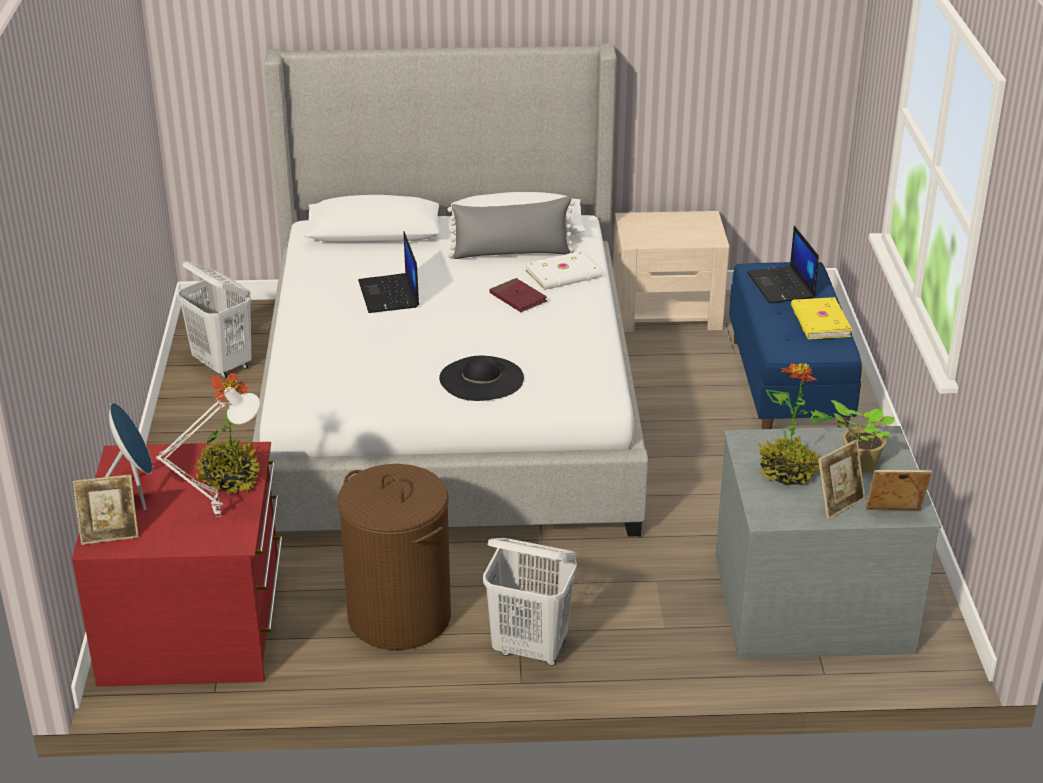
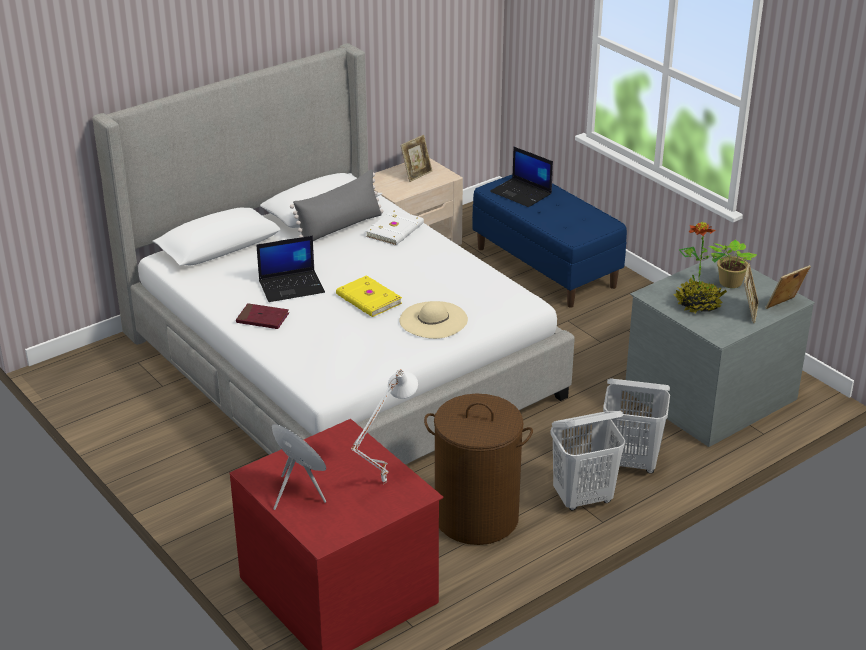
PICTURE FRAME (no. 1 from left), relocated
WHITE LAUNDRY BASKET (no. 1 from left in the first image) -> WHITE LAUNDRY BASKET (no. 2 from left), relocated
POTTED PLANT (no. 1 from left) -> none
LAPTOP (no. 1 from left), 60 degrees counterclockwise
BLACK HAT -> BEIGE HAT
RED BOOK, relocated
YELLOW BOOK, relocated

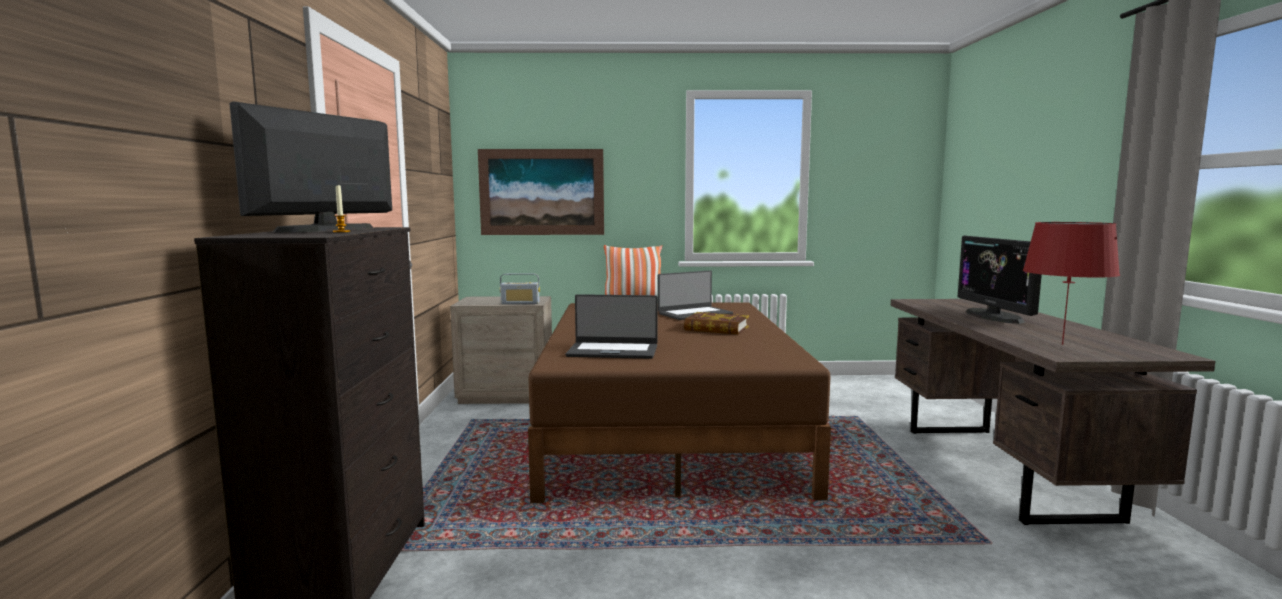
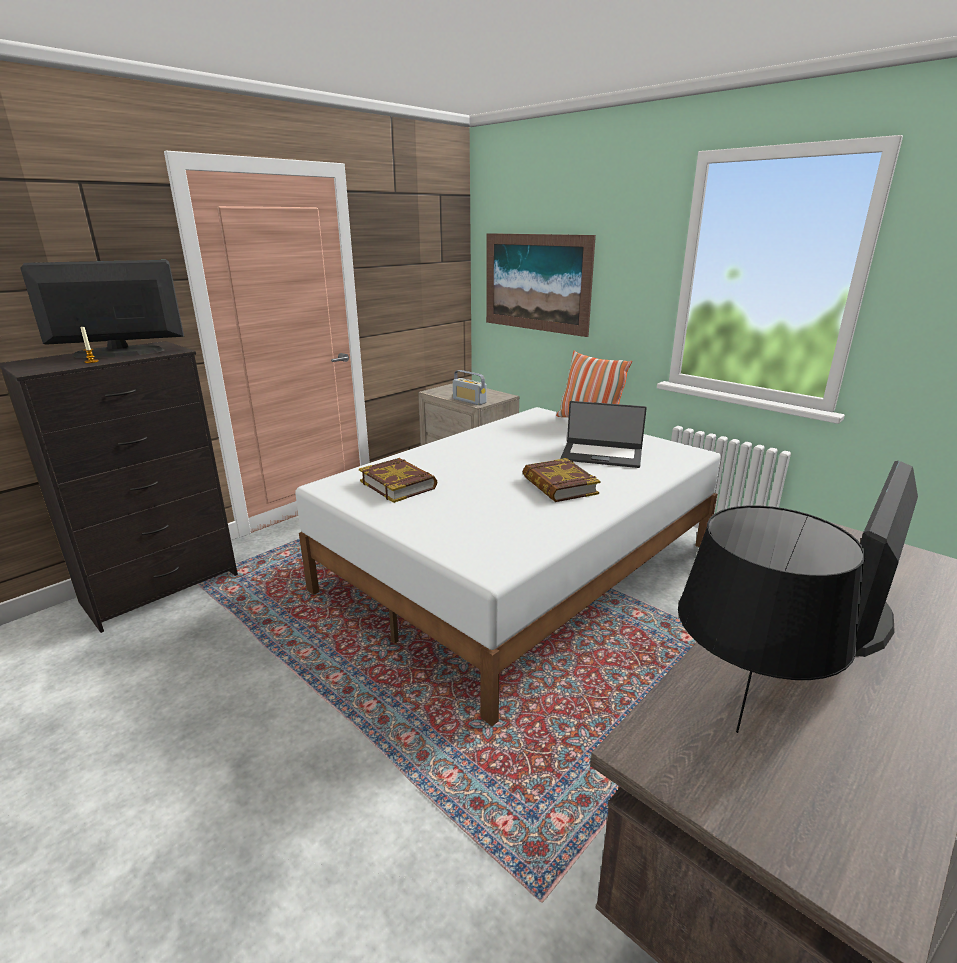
BROWN BED -> WHITE BED
LAPTOP (no. 1 from left) -> BOOK (no. 1 from left)
RED TABLE LAMP -> BLACK TABLE LAMP

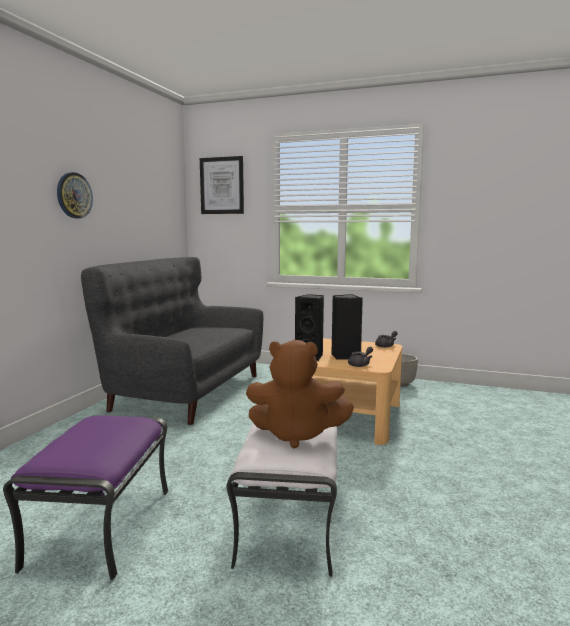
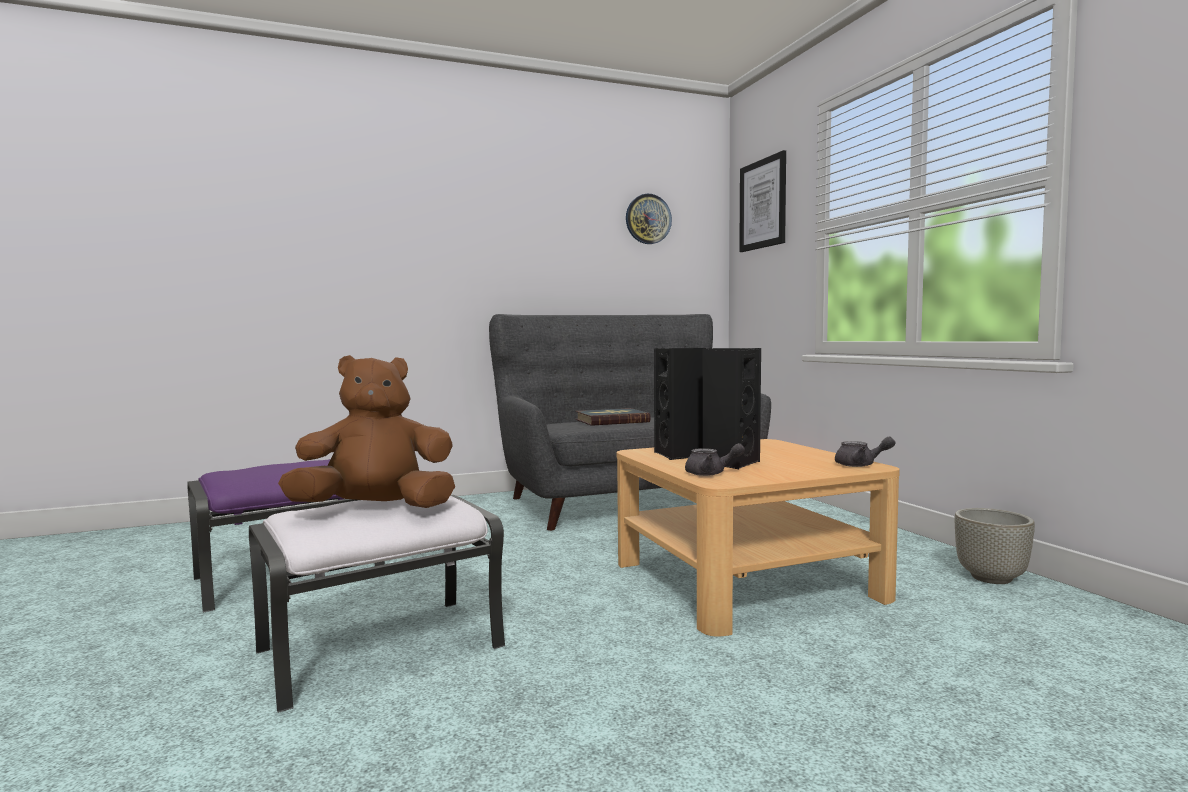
WALL CLOCK, relocated
BROWN PLUSH TOY, 105 degrees clockwise
none -> BOOK

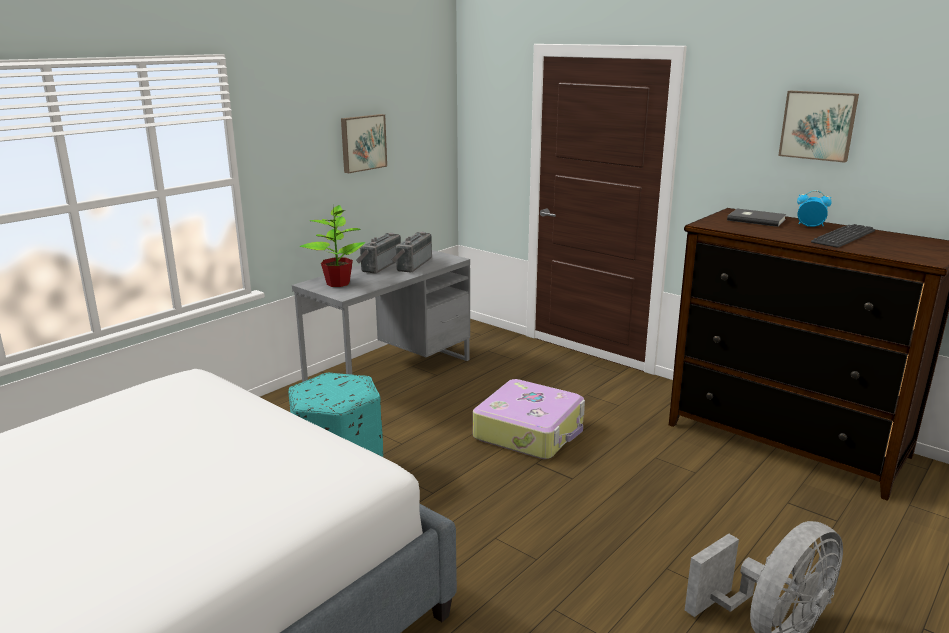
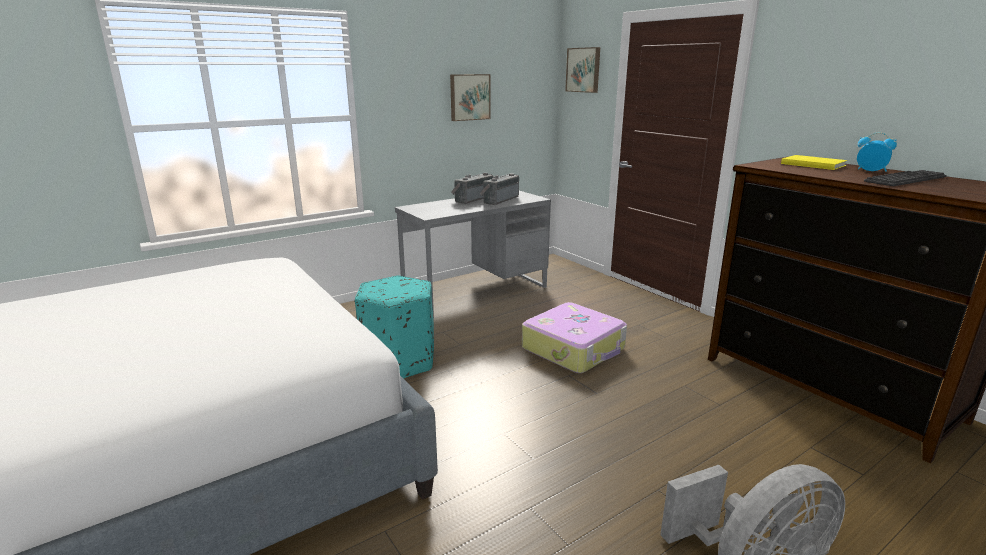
POTTED PLANT -> none
GREY BOOK -> YELLOW BOOK
PICTURE (no. 2 from left), relocated

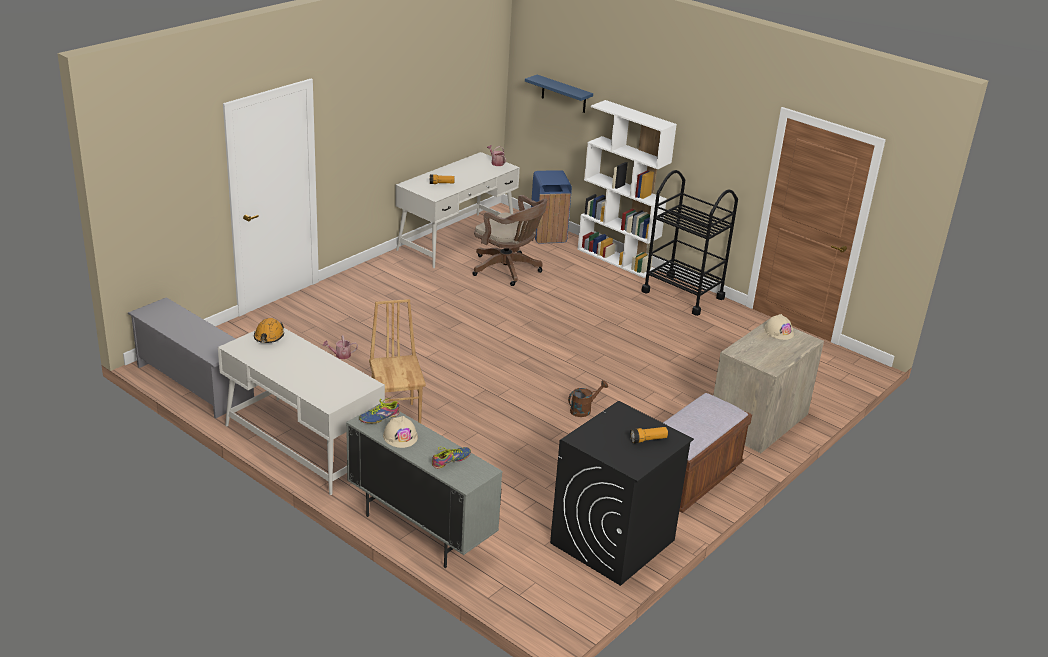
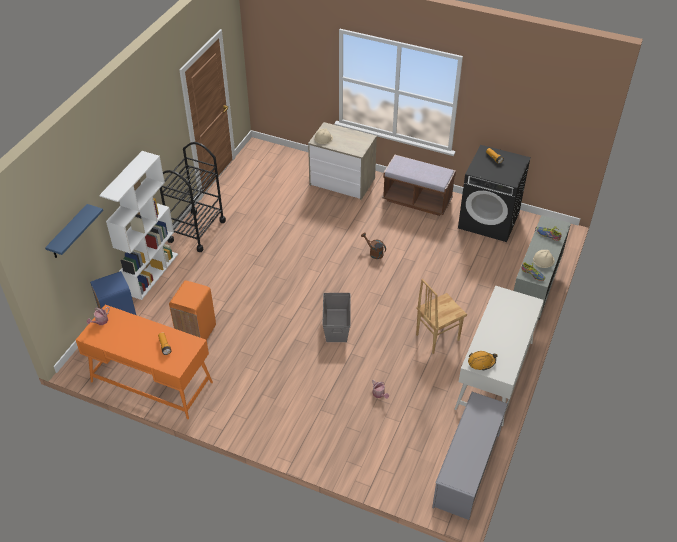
WHITE DESK (no. 2 from left) -> ORANGE DESK
BROWN OFFICE CHAIR -> ORANGE TRASH CAN
none -> GREY STORAGE BOX

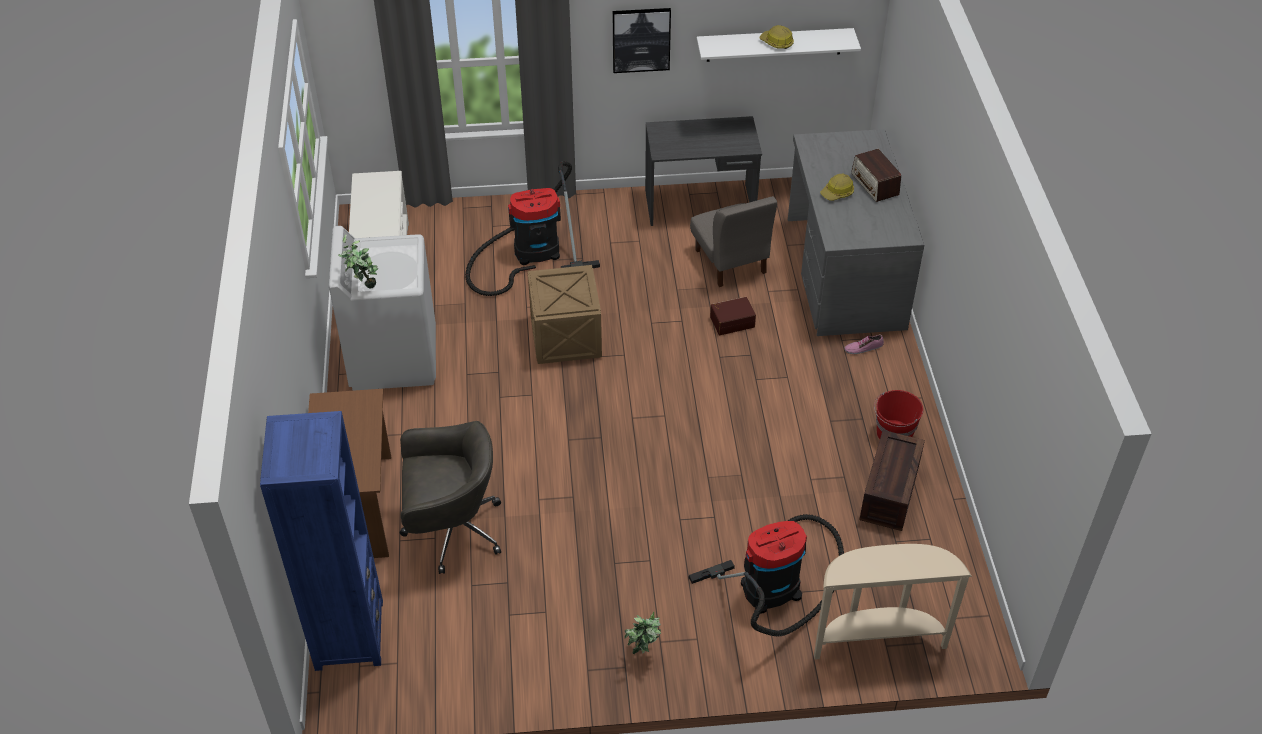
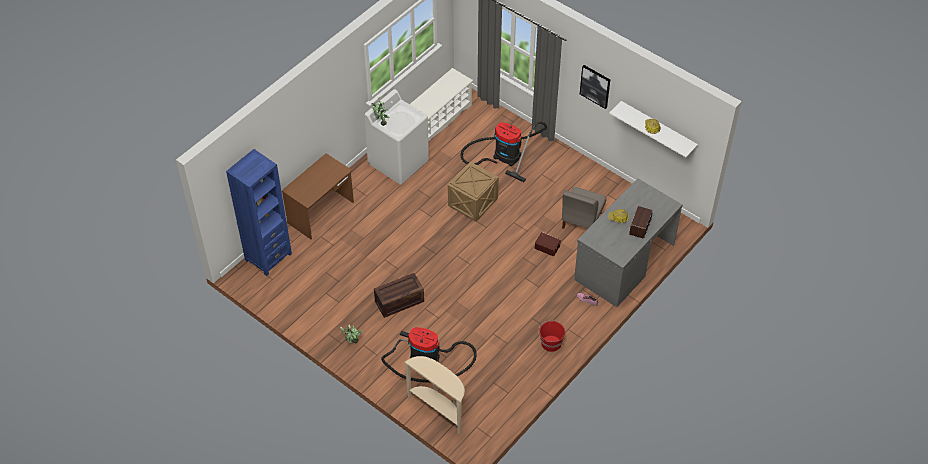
GREY OFFICE CHAIR -> none
GREY DESK (no. 1 from left) -> none
CRATE (no. 2 from left in the first image) -> CRATE (no. 1 from left), relocated

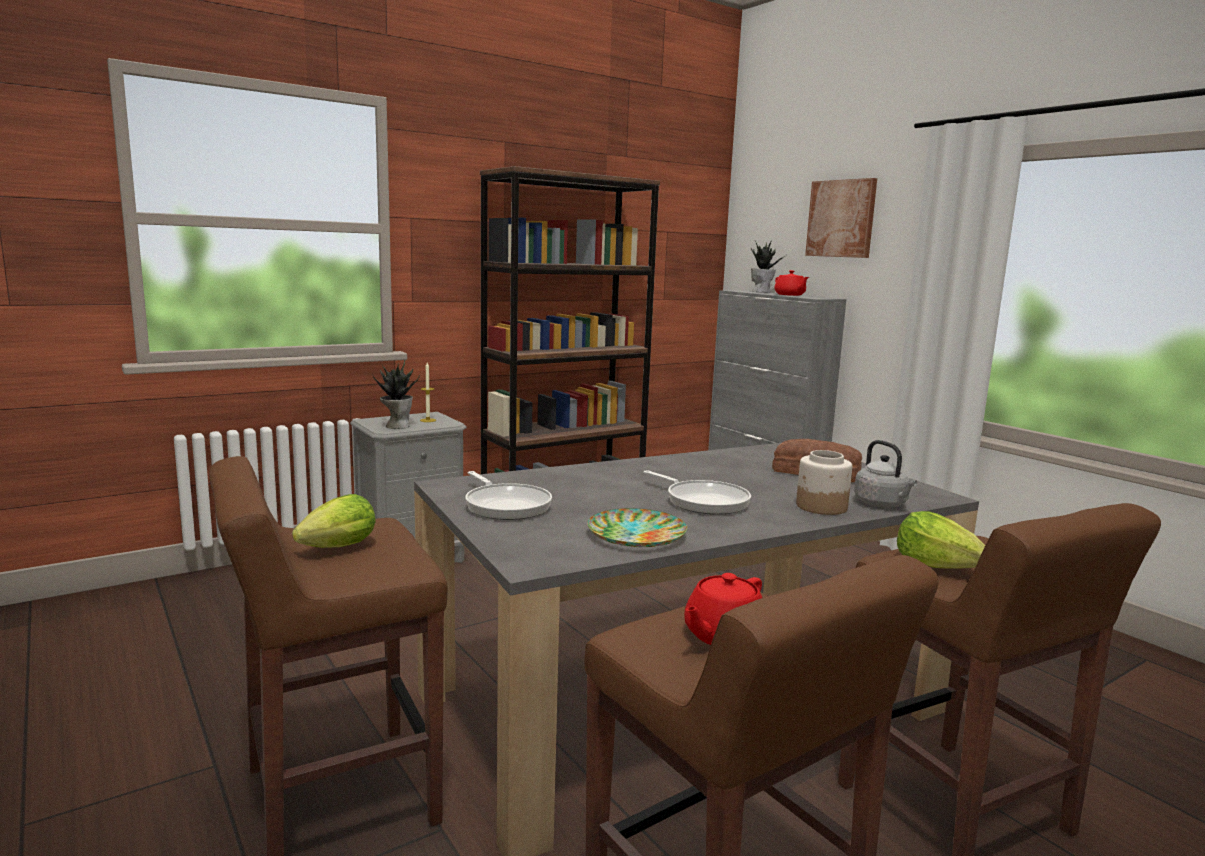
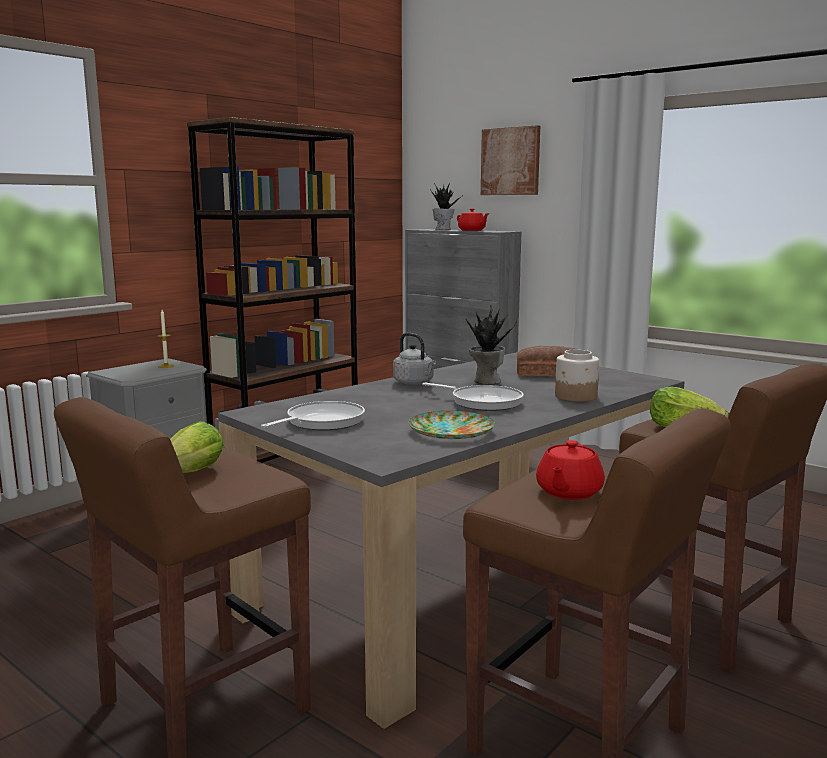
POTTED PLANT (no. 1 from left in the first image) -> POTTED PLANT (no. 2 from left), relocated
FRYING PAN (no. 1 from left), 90 degrees counterclockwise
GREY KETTLE, relocated

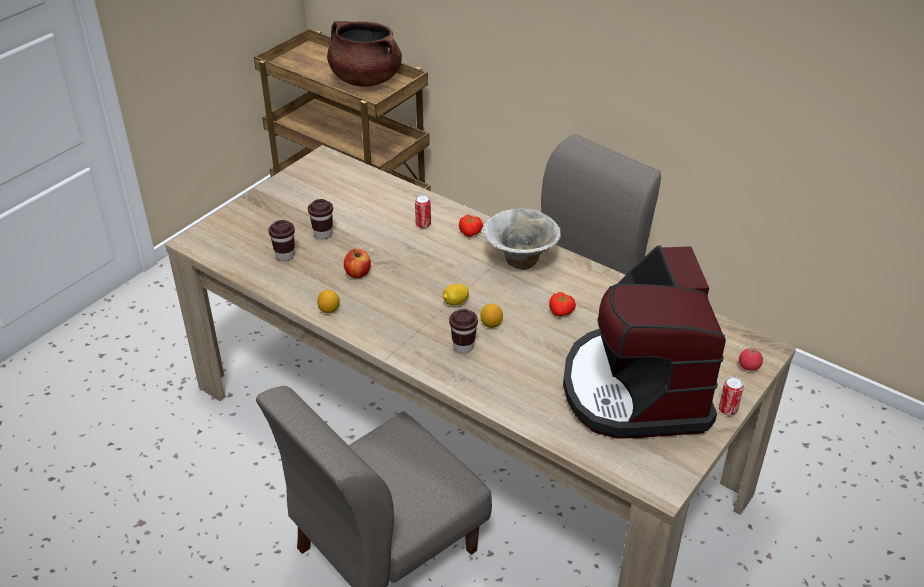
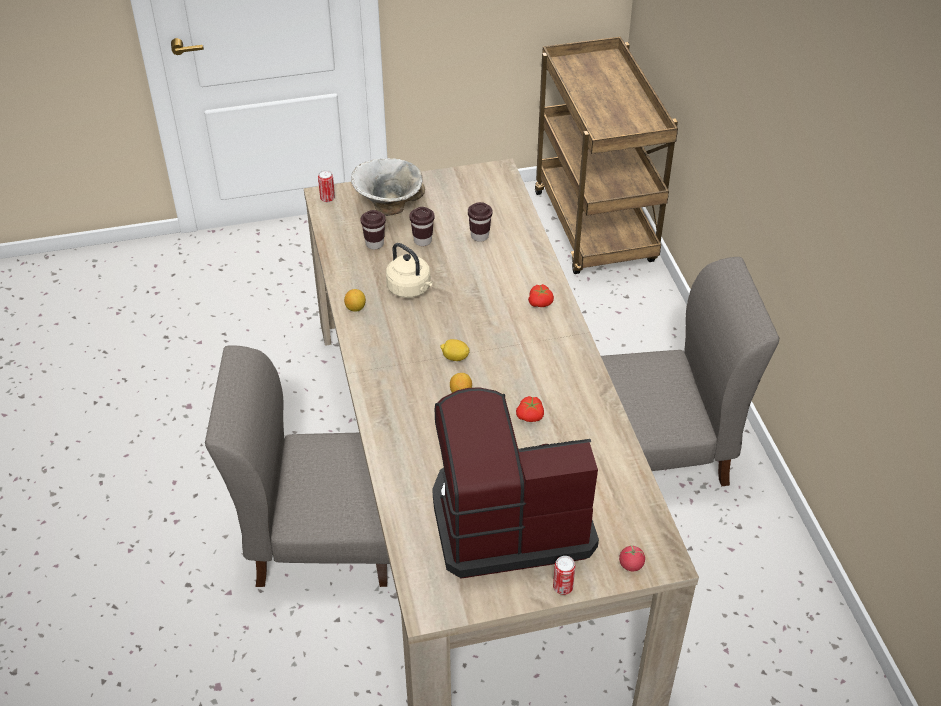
BROWN COOKING POT -> none
APPLE -> BEIGE KETTLE
CAN (no. 1 from left), relocated
BROWN CUP (no. 3 from left), relocated
BOWL, relocated
COFFEE MACHINE, 45 degrees clockwise

